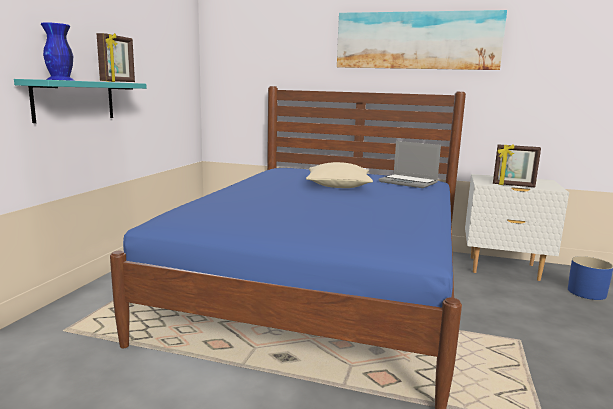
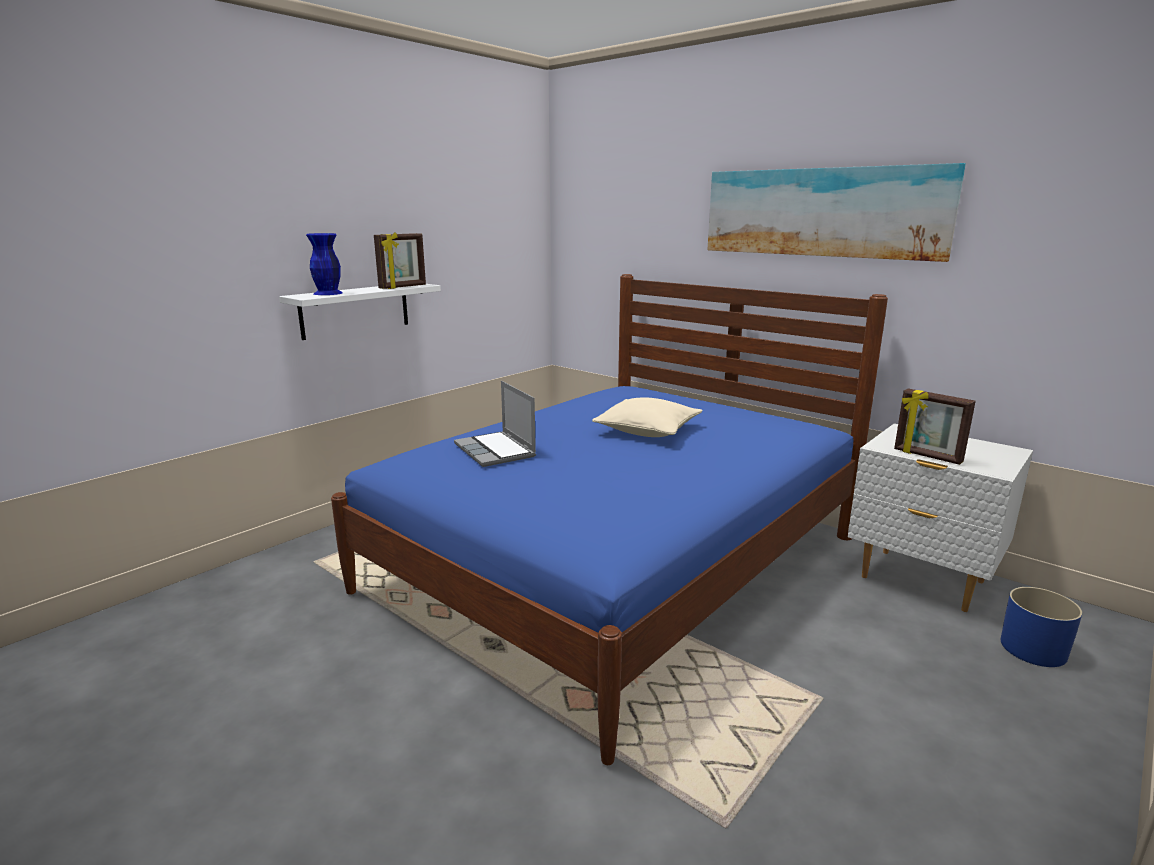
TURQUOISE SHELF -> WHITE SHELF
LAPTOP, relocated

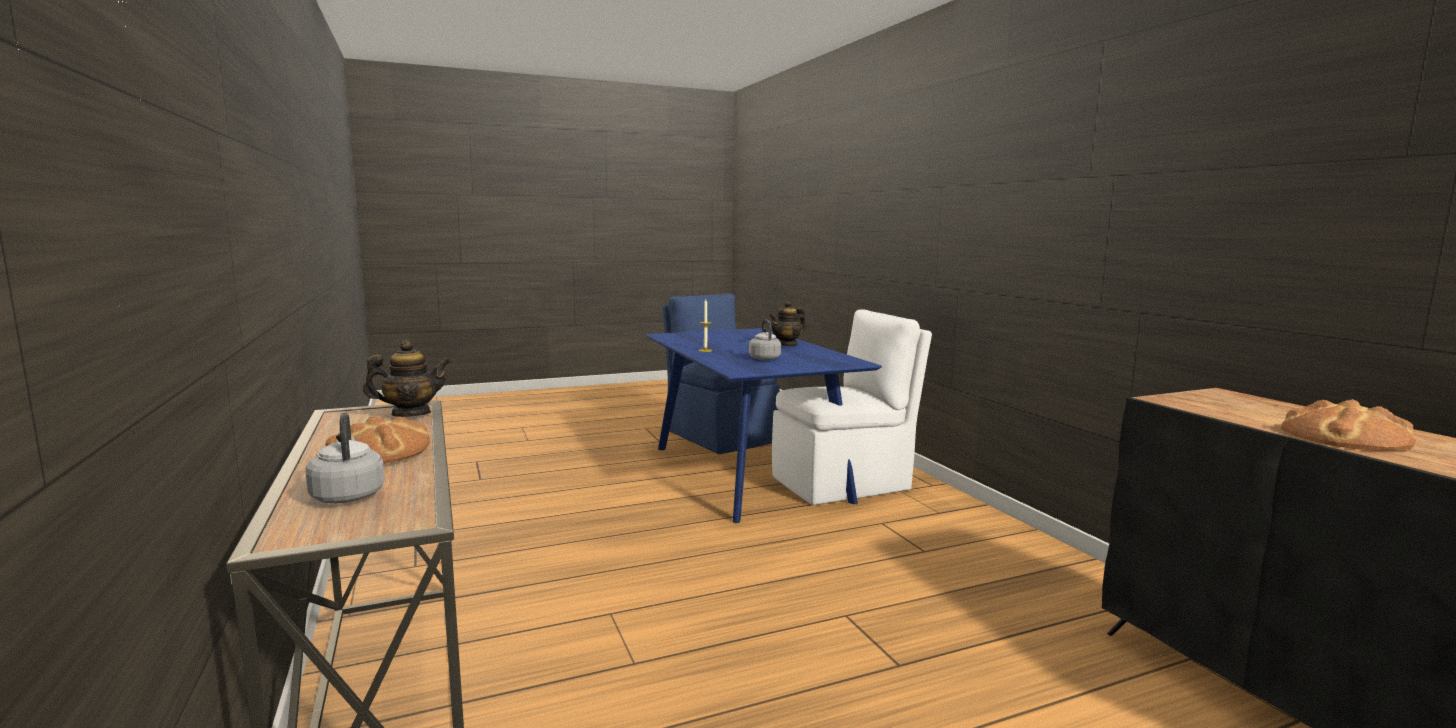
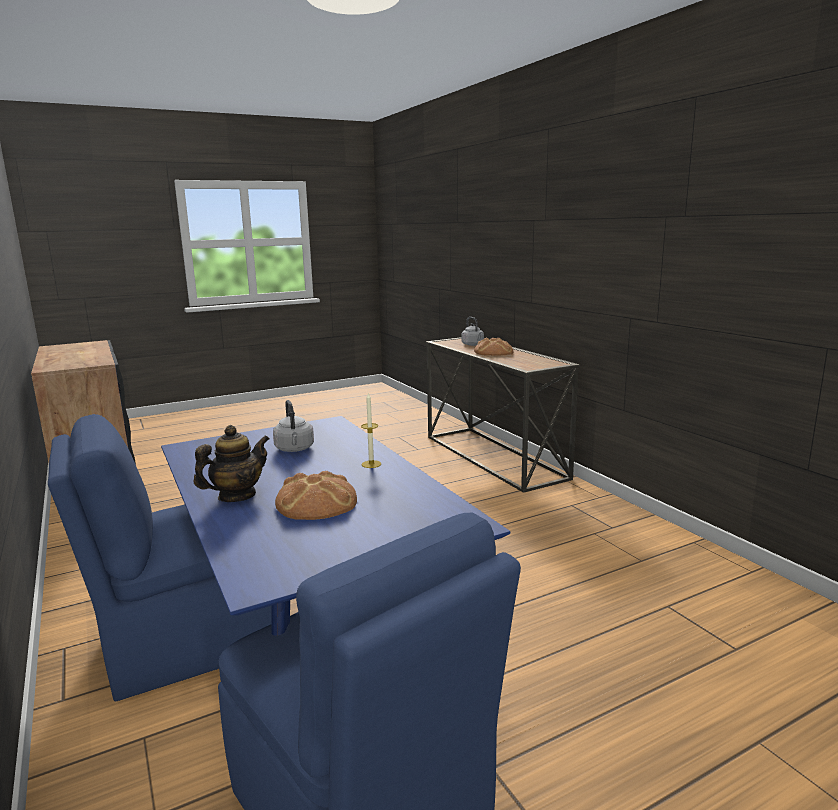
TEAPOT (no. 1 from left) -> none
WHITE CHAIR -> BLUE CHAIR (no. 1 from left)
BREAD (no. 2 from left in the first image) -> BREAD (no. 1 from left), relocated

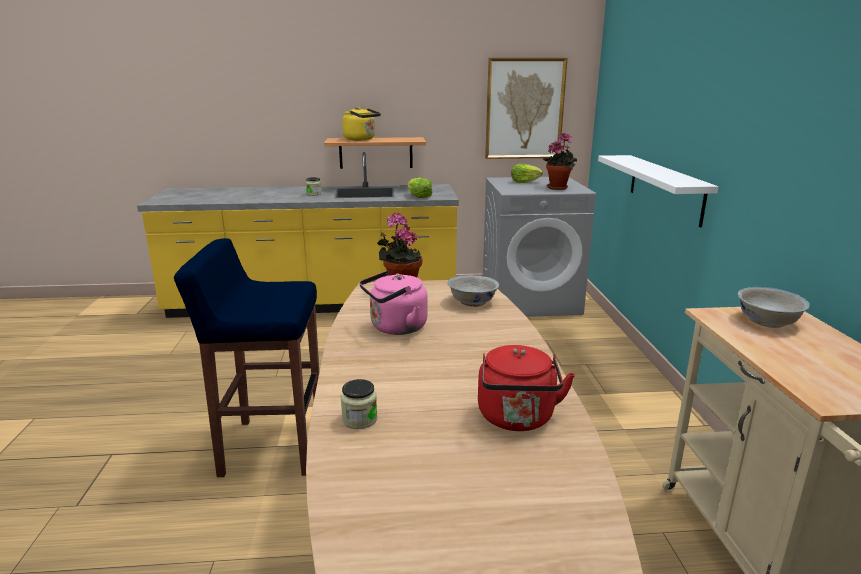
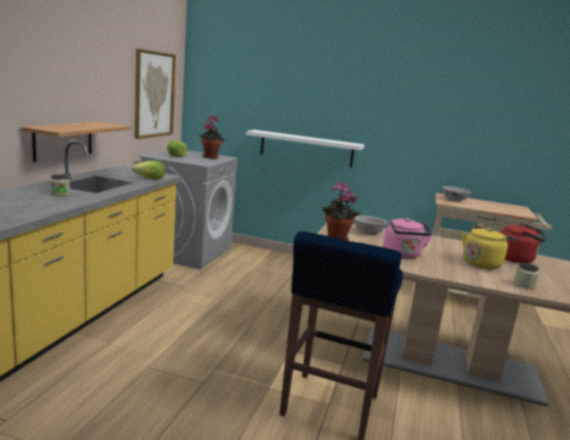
YELLOW KETTLE, relocated

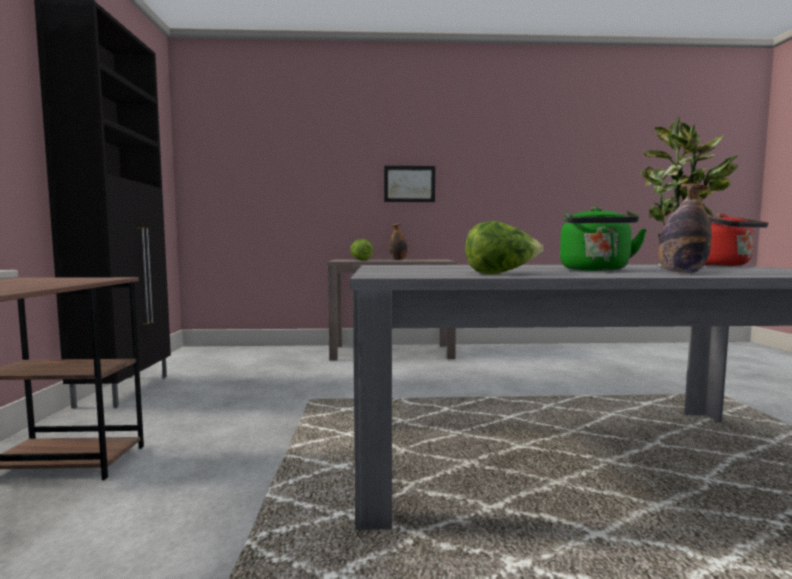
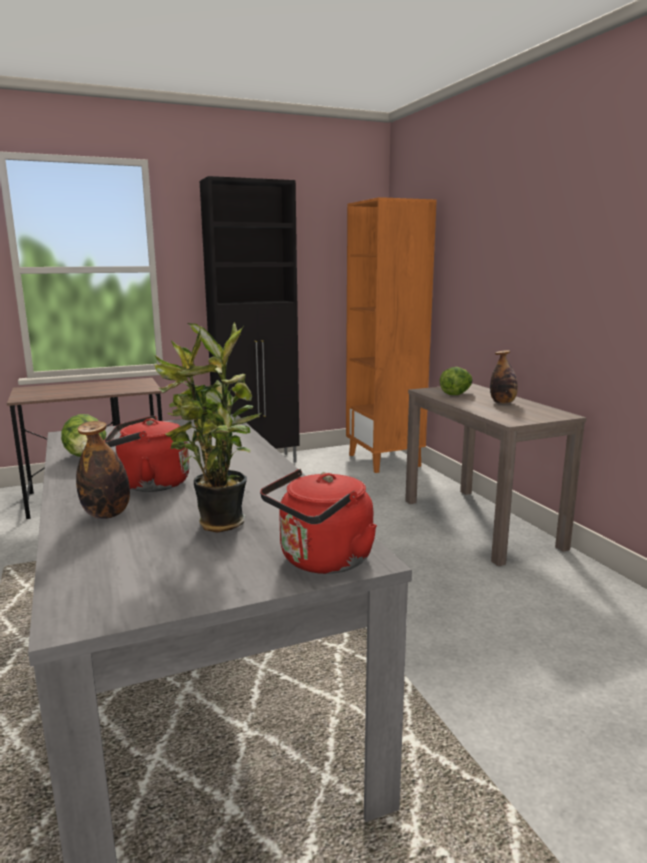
PICTURE -> none
GREEN KETTLE -> RED KETTLE (no. 1 from left)
none -> ORANGE BOOKCASE

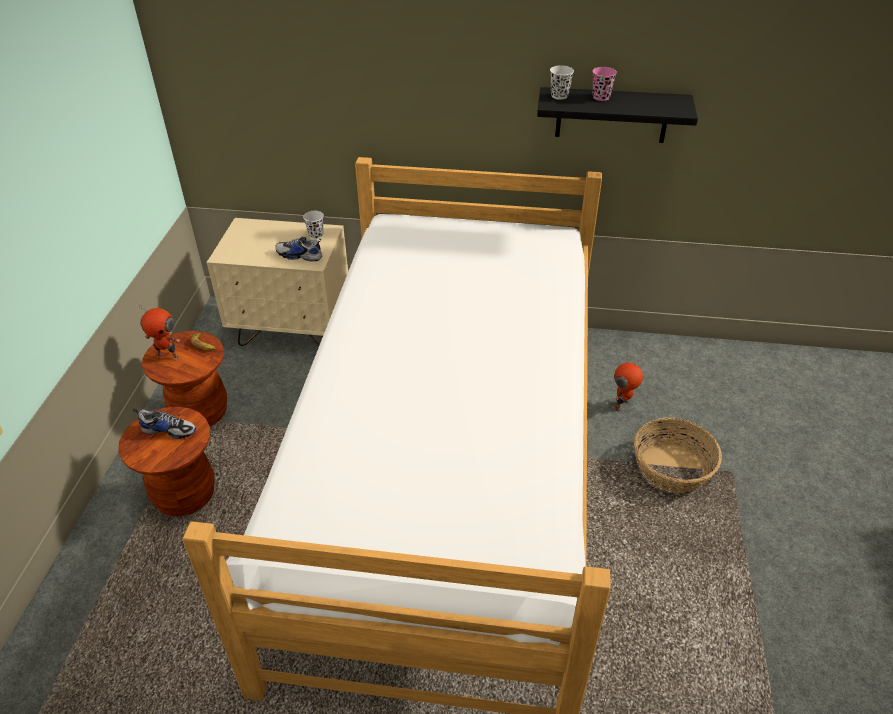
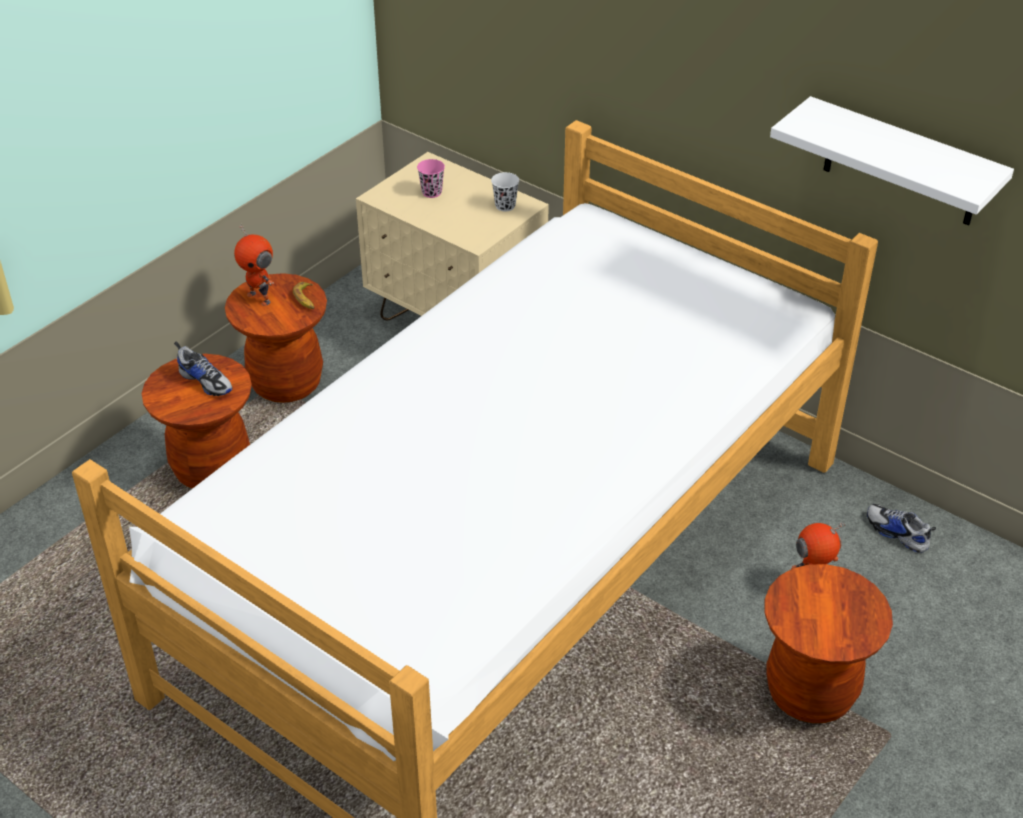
SHOE (no. 2 from left), relocated
BLACK SHELF -> WHITE SHELF
WHITE CUP (no. 2 from left) -> none
PINK CUP, relocated
BASKET -> BROWN STOOL (no. 3 from left)

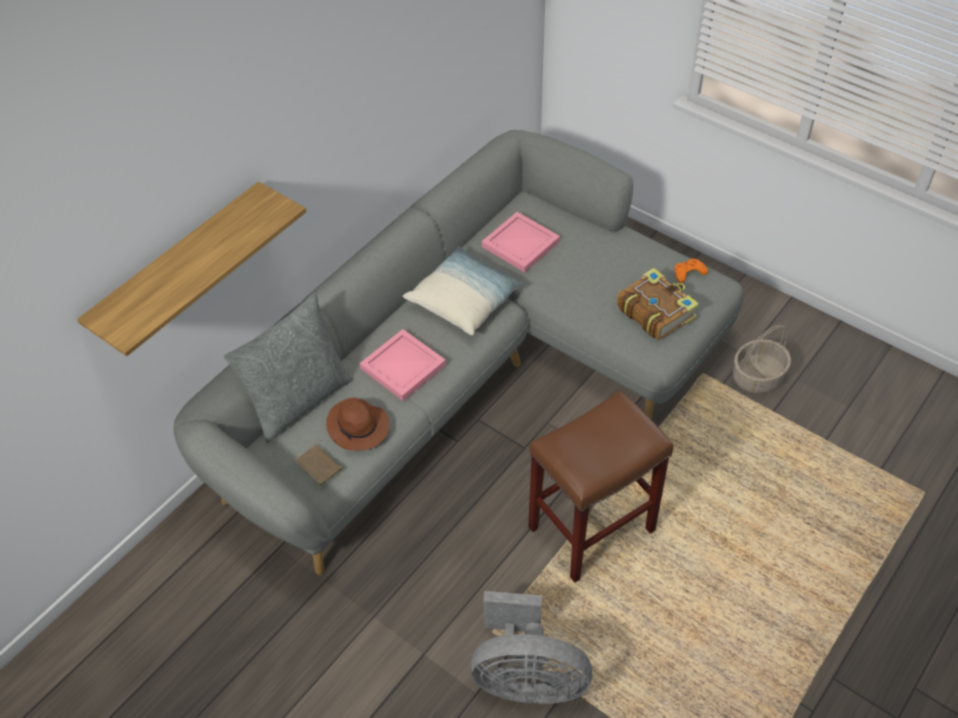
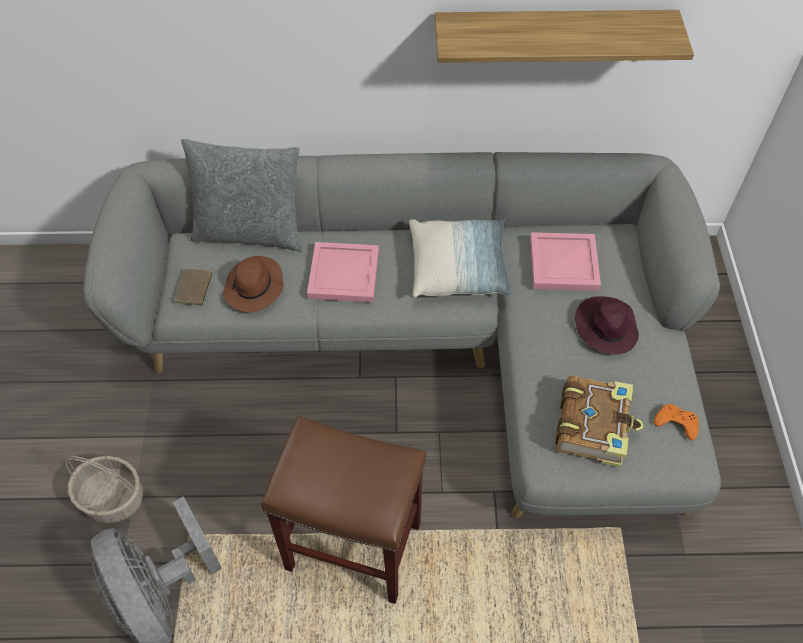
SHELF, relocated
BASKET, relocated
none -> PURPLE HAT

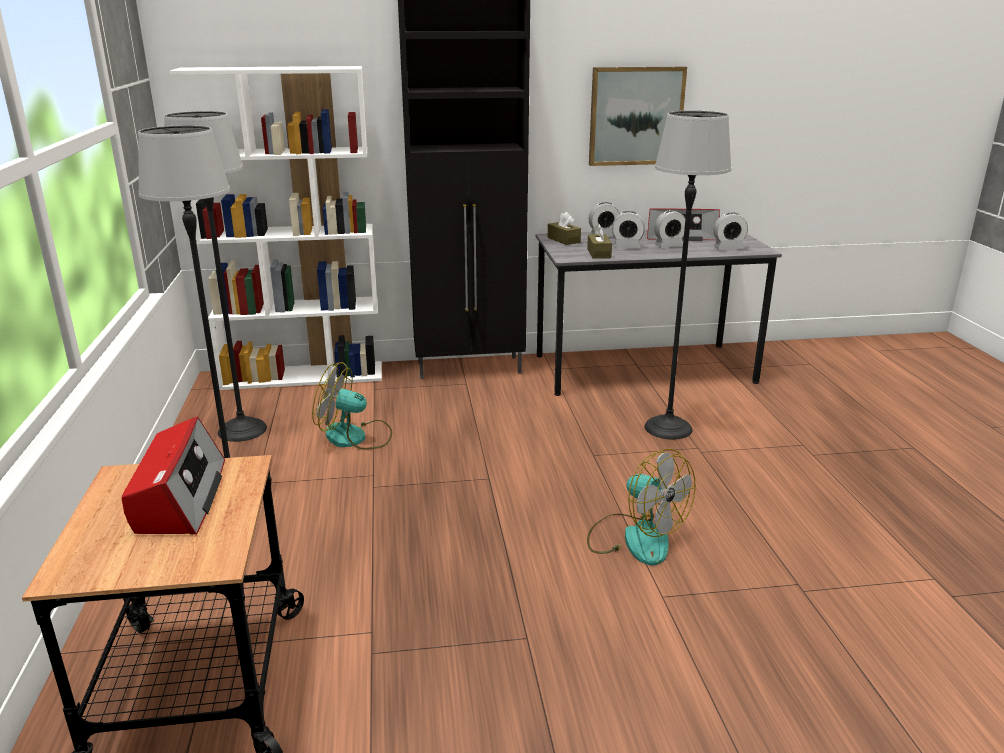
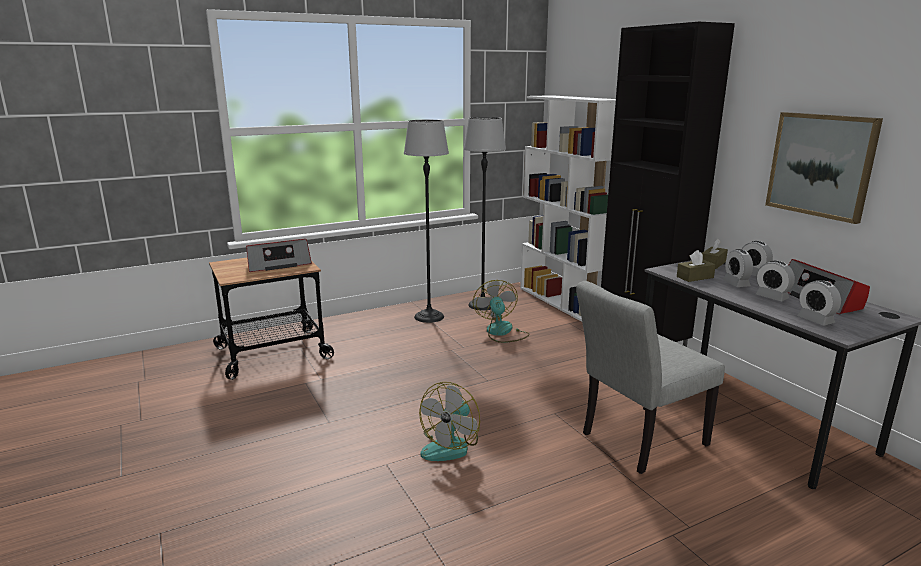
FLOOR LAMP (no. 3 from left) -> GREY CHAIR

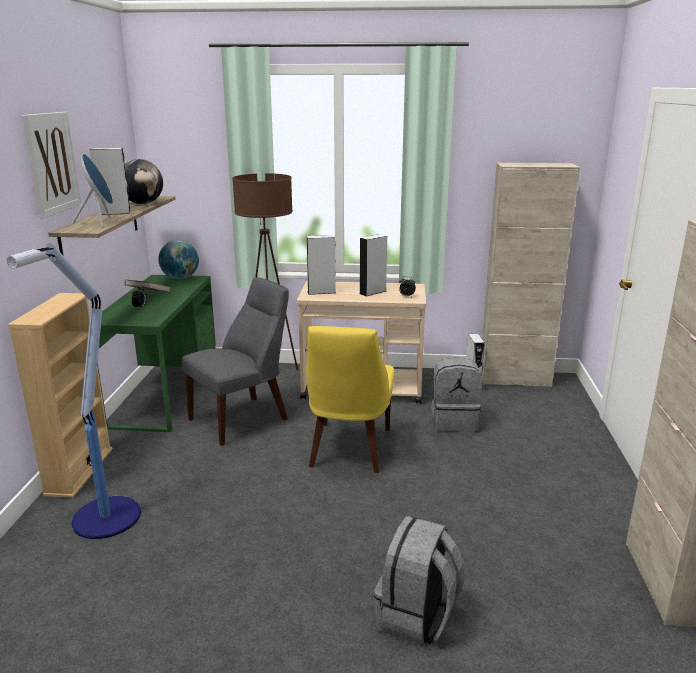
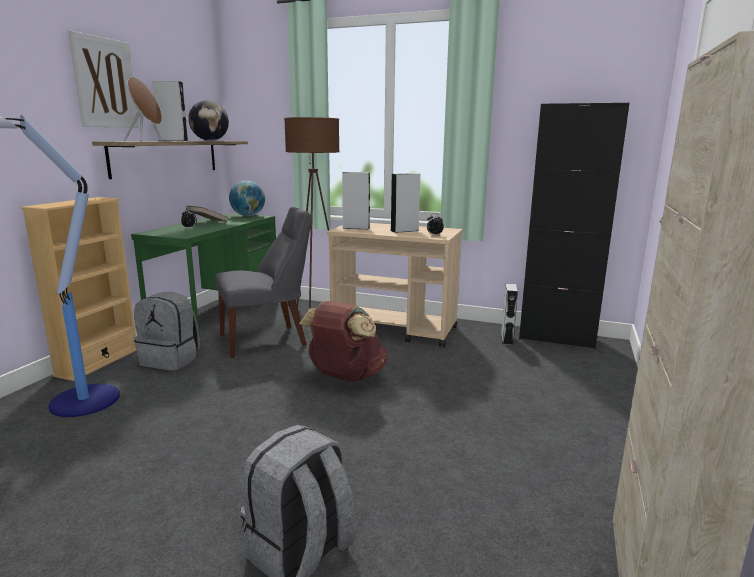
BLUE SPEAKER -> BROWN SPEAKER
YELLOW CHAIR -> BROWN BACKPACK
GREY BACKPACK (no. 2 from left in the first image) -> GREY BACKPACK (no. 1 from left), relocated
BEIGE CABINET (no. 1 from left) -> BLACK CABINET

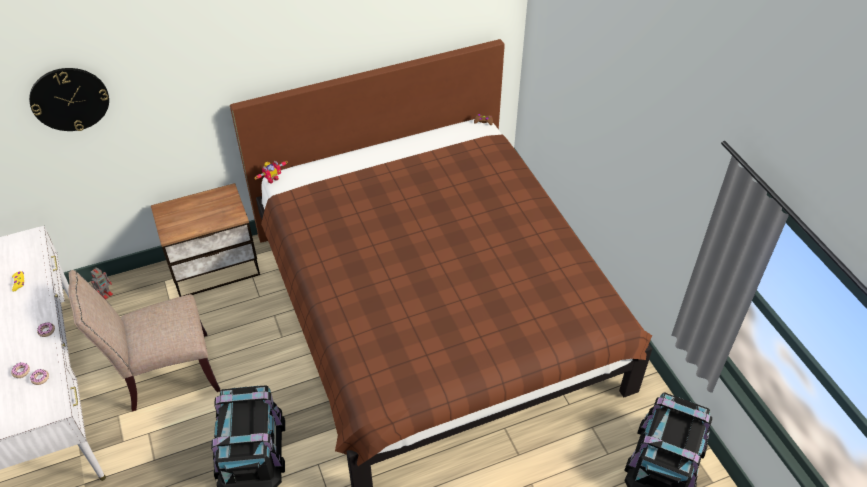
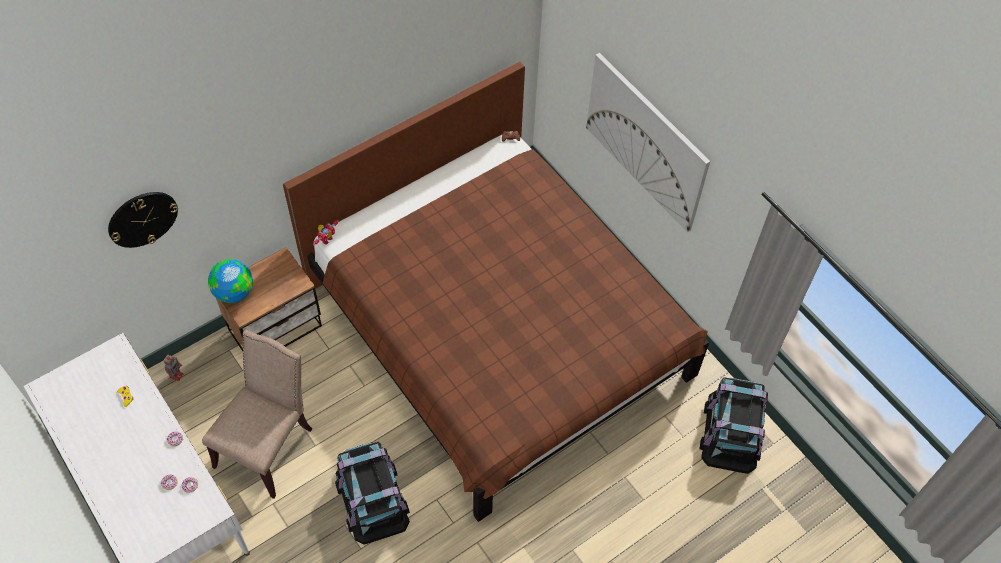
BEIGE CHAIR, 150 degrees clockwise
none -> GLOBE
none -> PICTURE

